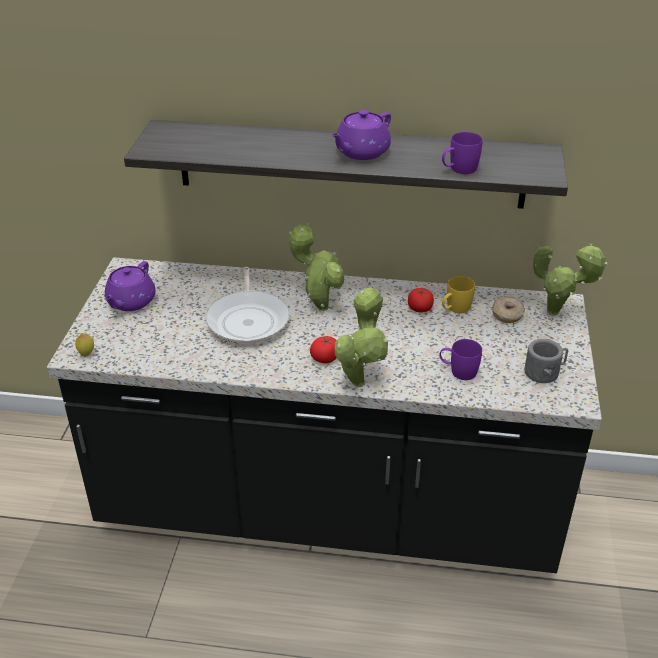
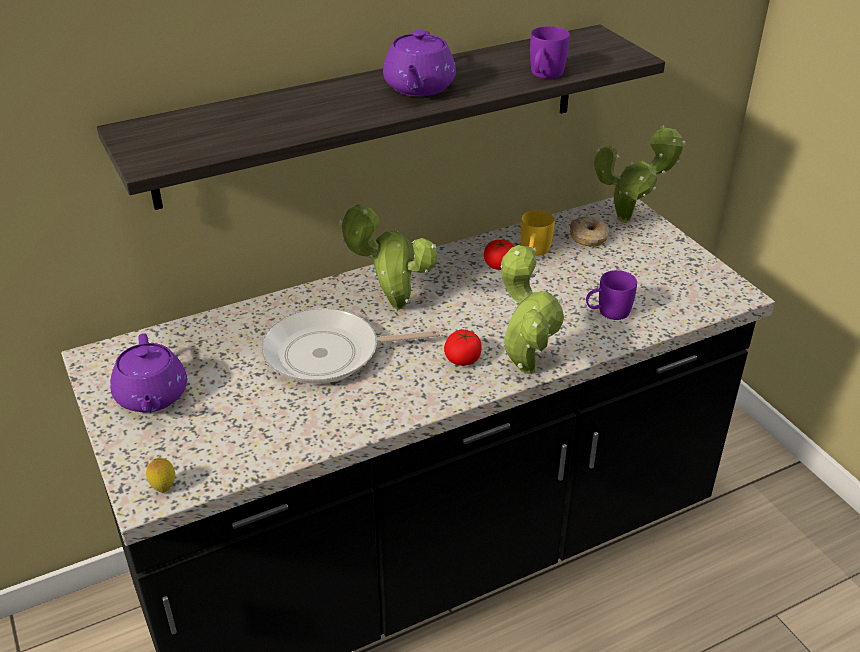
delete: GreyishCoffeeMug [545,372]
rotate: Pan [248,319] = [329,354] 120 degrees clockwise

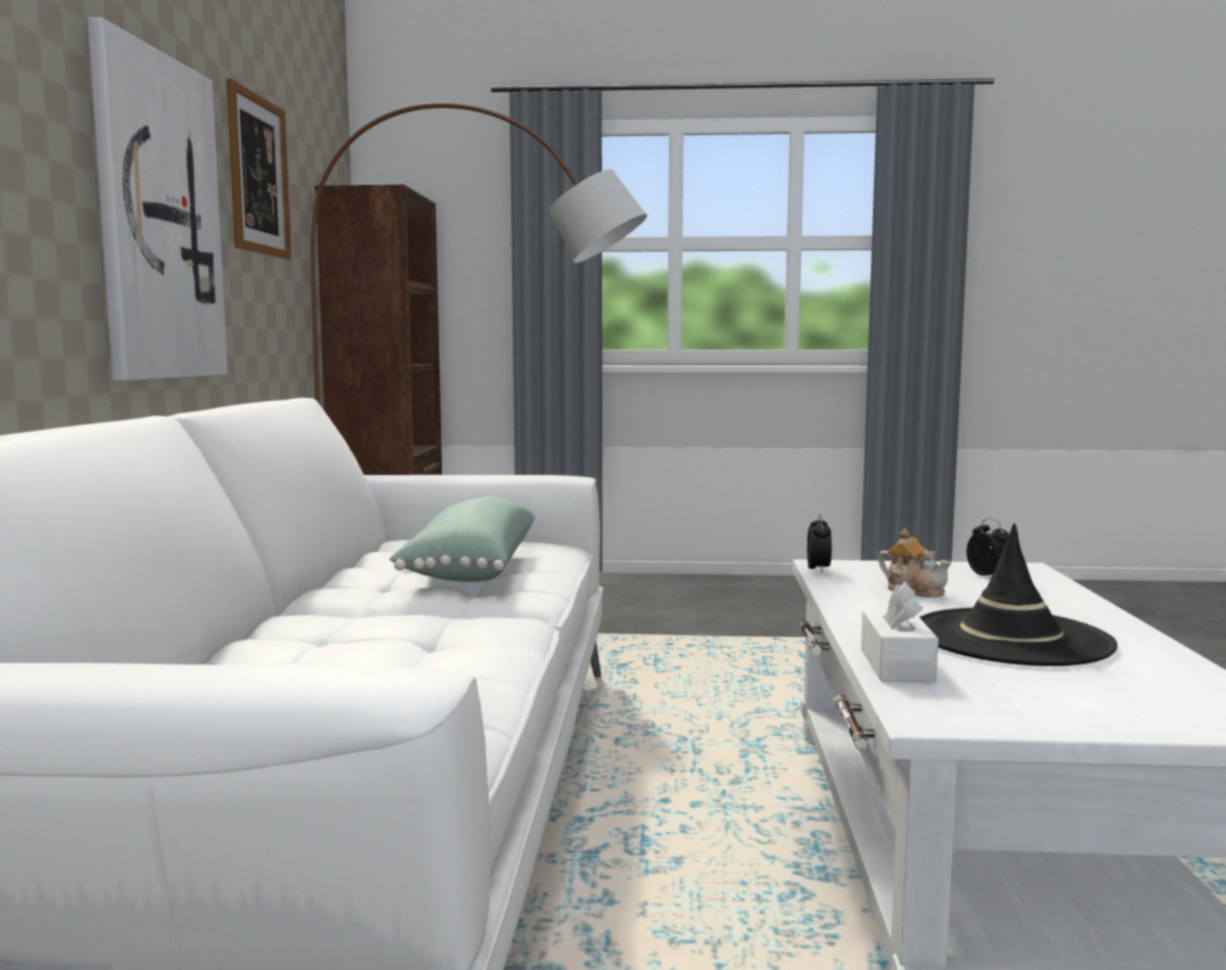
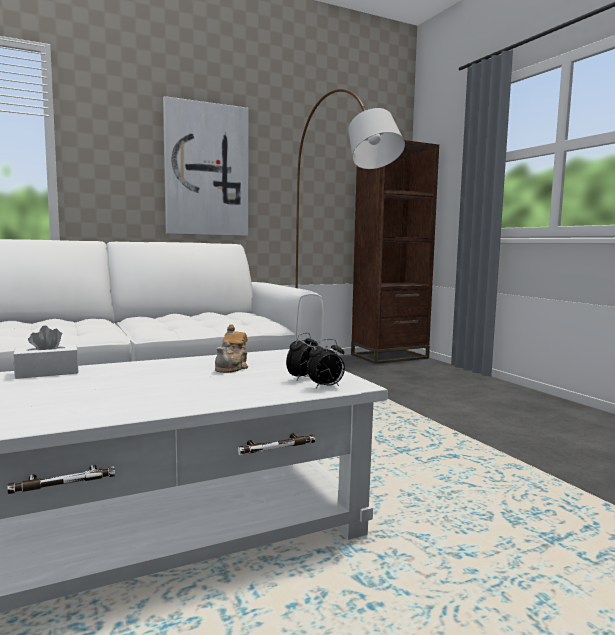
delete: WallArt [258,175]; GreenColouredCushion [468,569]; BlackClothingHat [1011,638]
move: BedsideClock [818,570] to [326,387]

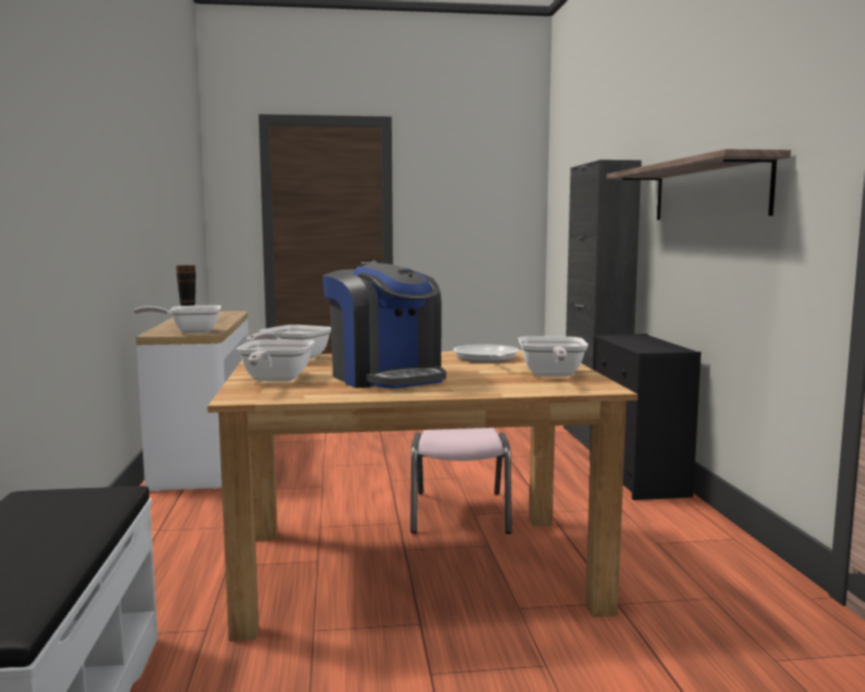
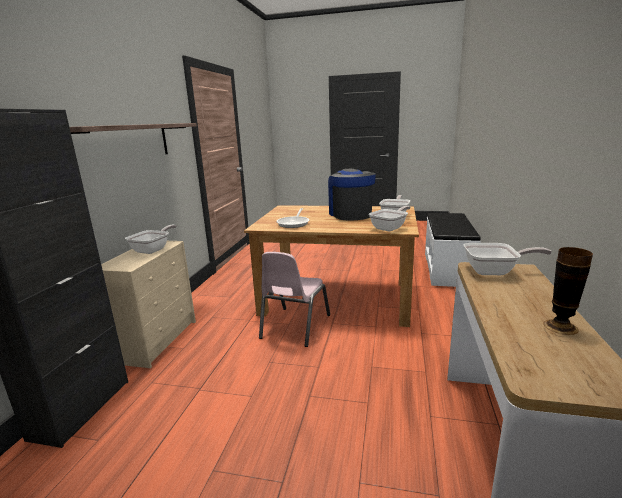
move: Pan [551,376] to [153,249]
recolor: BlackDrawerChest [638,478] to SandColouredDrawerChest [158,340]

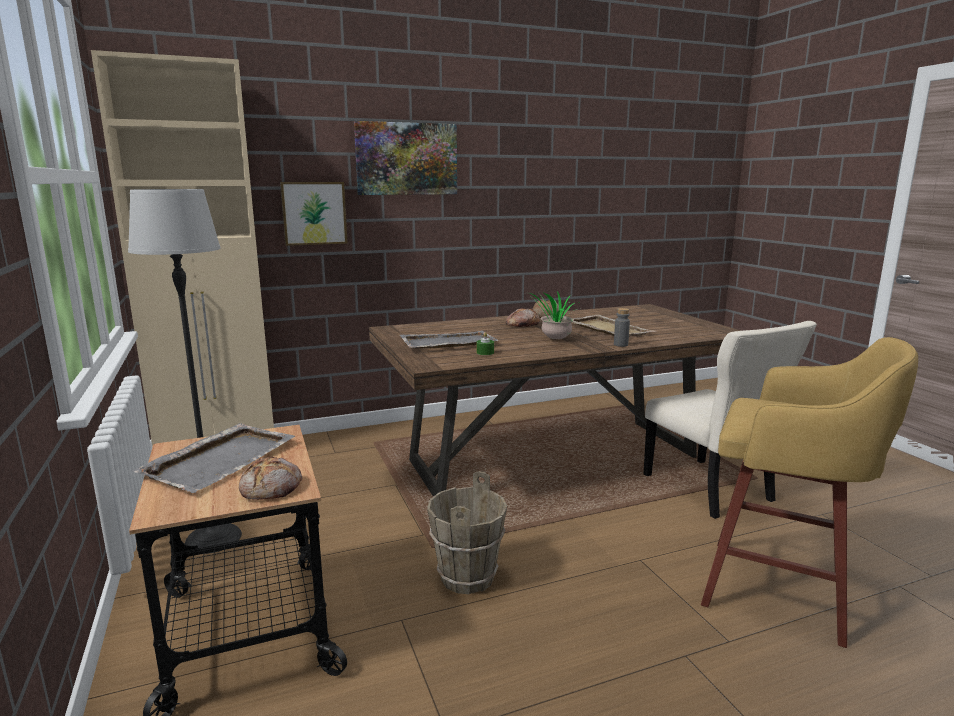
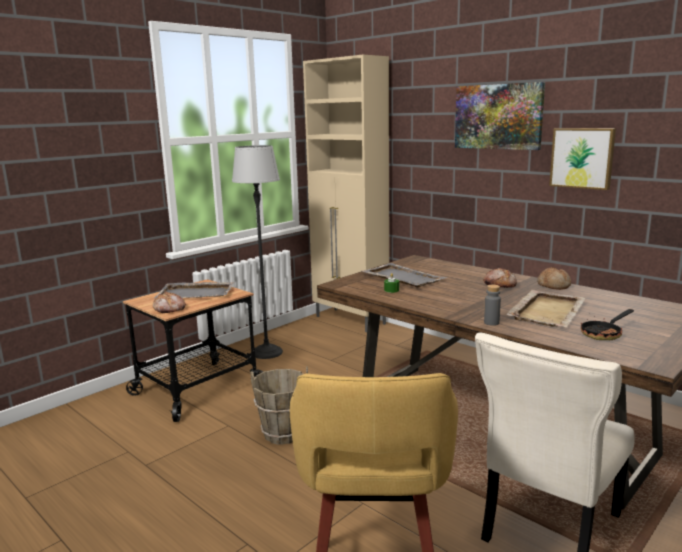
delete: Houseplant [554,340]
insert: Pan [604,334]
move: WallArt [314,213] to [582,158]

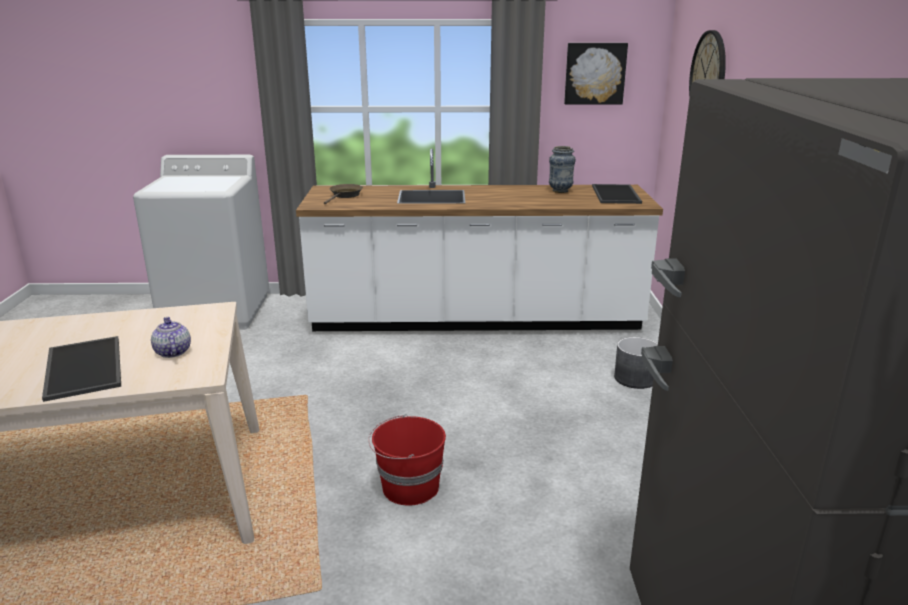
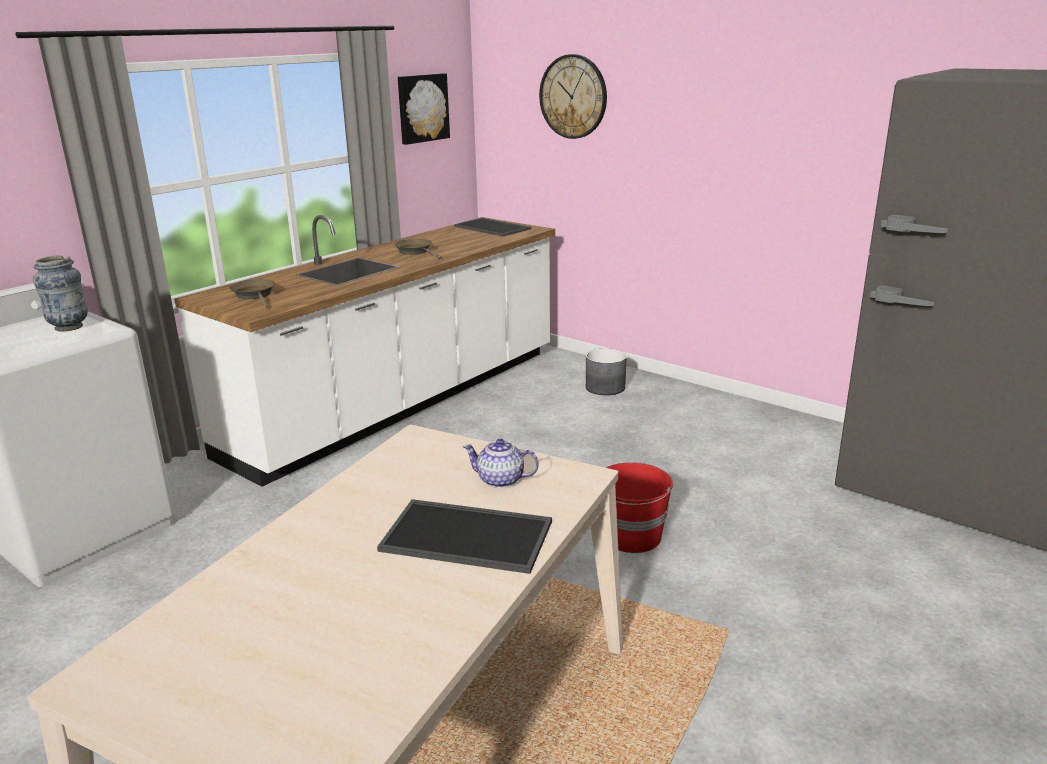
insert: BrownColouredPan [416,251]
move: FlowerVase [560,191] to [69,327]

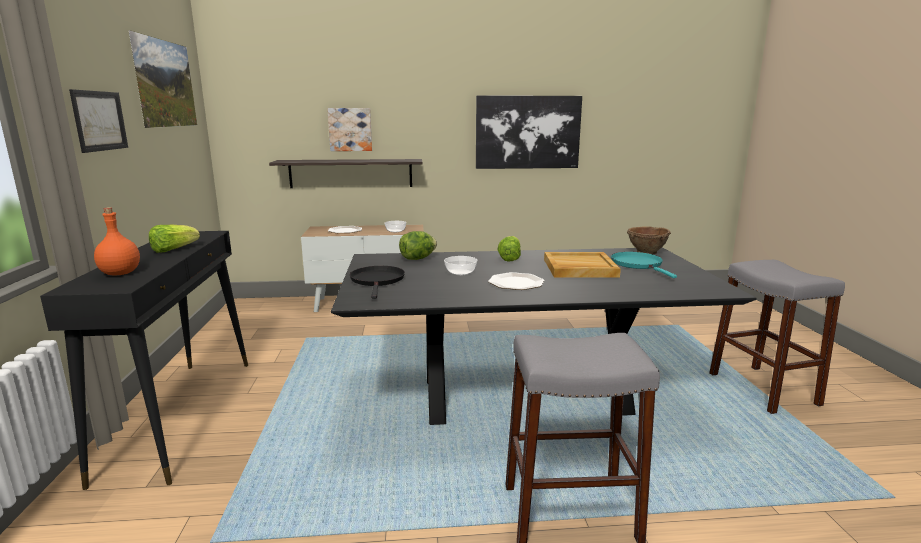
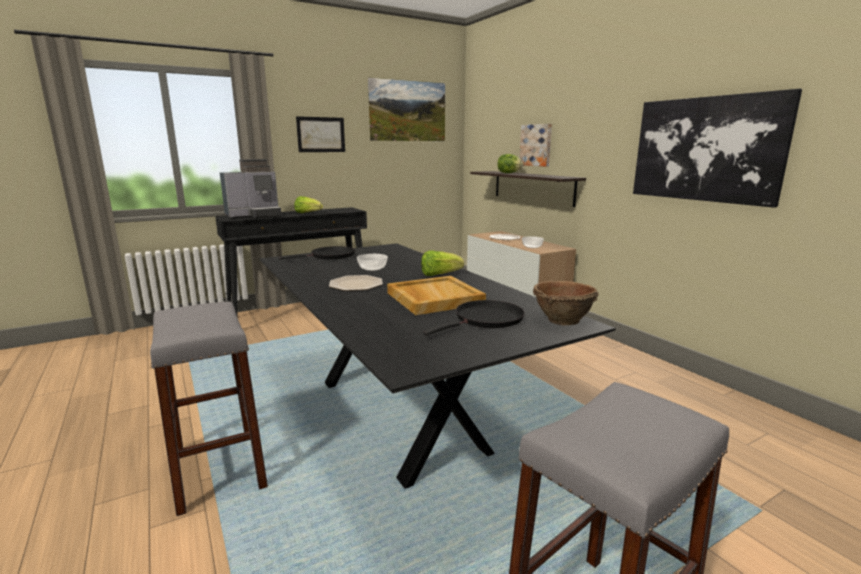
move: HeadOfLettuce [418,258] to [508,173]
replace: OrangeBottle [120,273] to CoffeeMachine [254,216]
recolor: BlueGreenPan [638,264] to BlackPan [485,320]

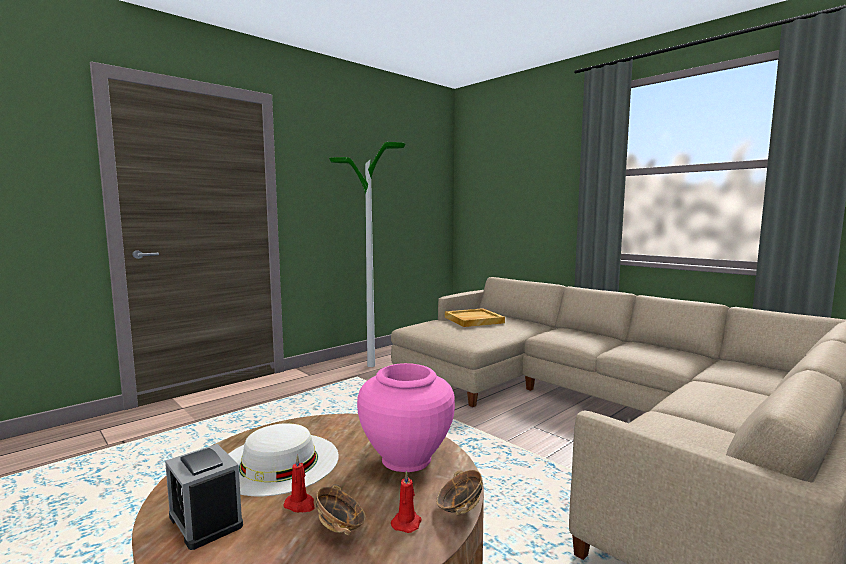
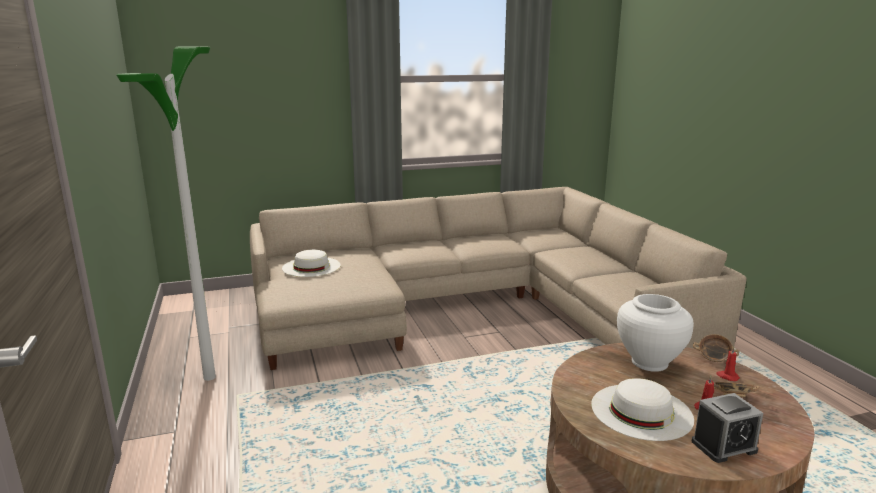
replace: SandColouredCarryingTray [473,320] to WhiteColouredClothingHat [311,266]
recolor: PinkFlowerVase [406,459] to WhiteColouredFlowerVase [649,362]

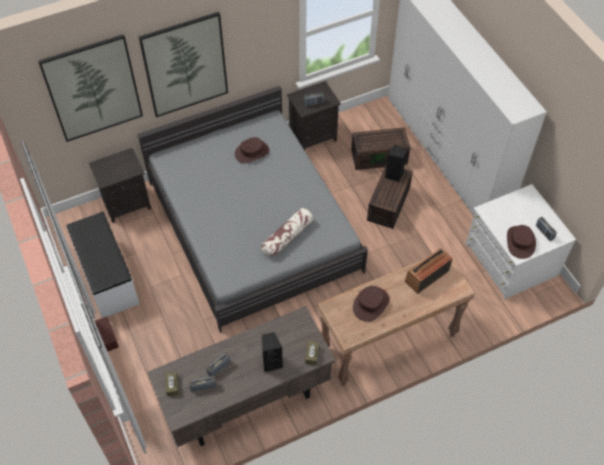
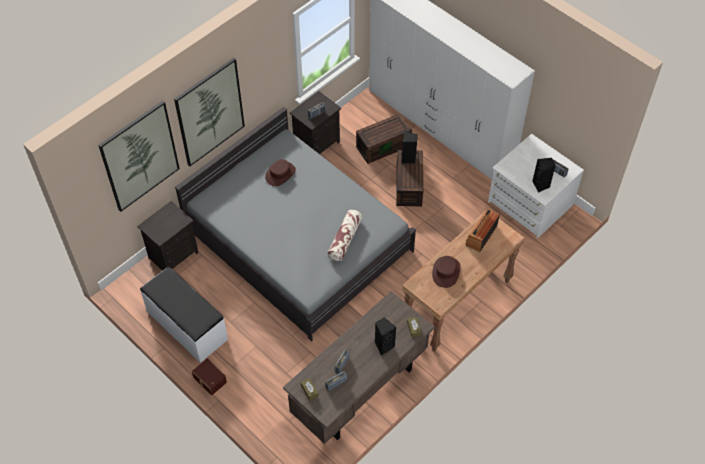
replace: BrownColouredClothingHat [520,242] to BlackSpeaker [541,185]

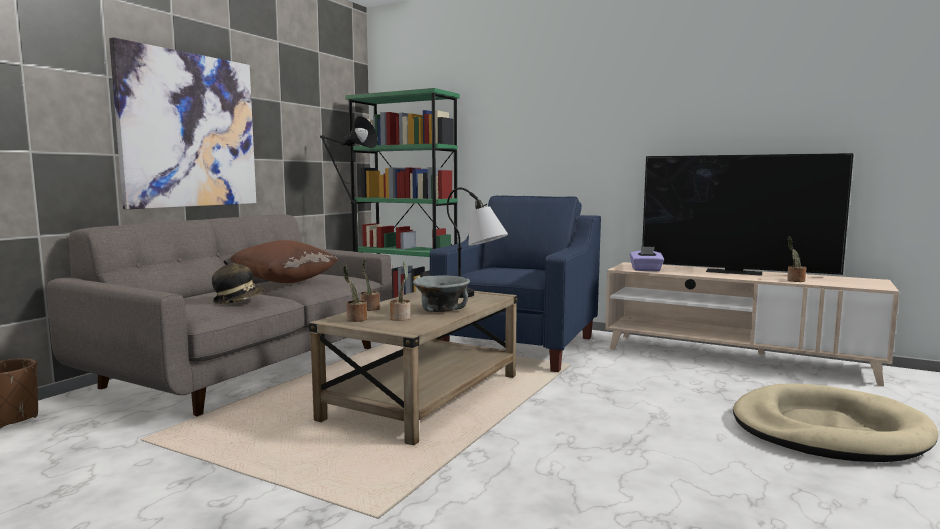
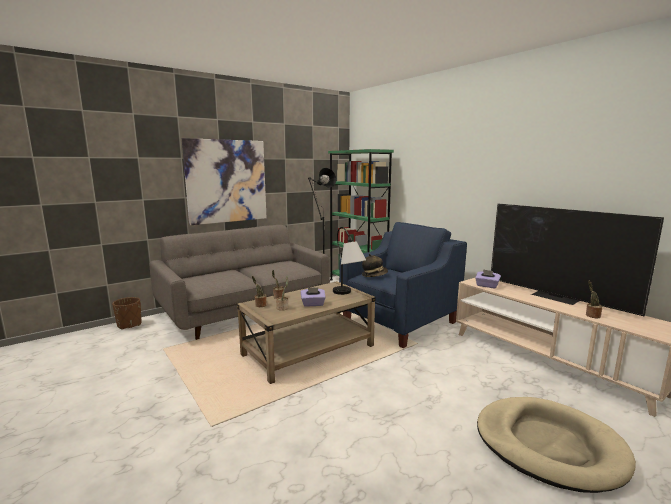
delete: BrownColouredCushion [284,282]
move: ClothingHat [238,301] to [374,275]
replace: GreyishDeepDish [441,310] to PurpleBoxOfTissues [313,304]

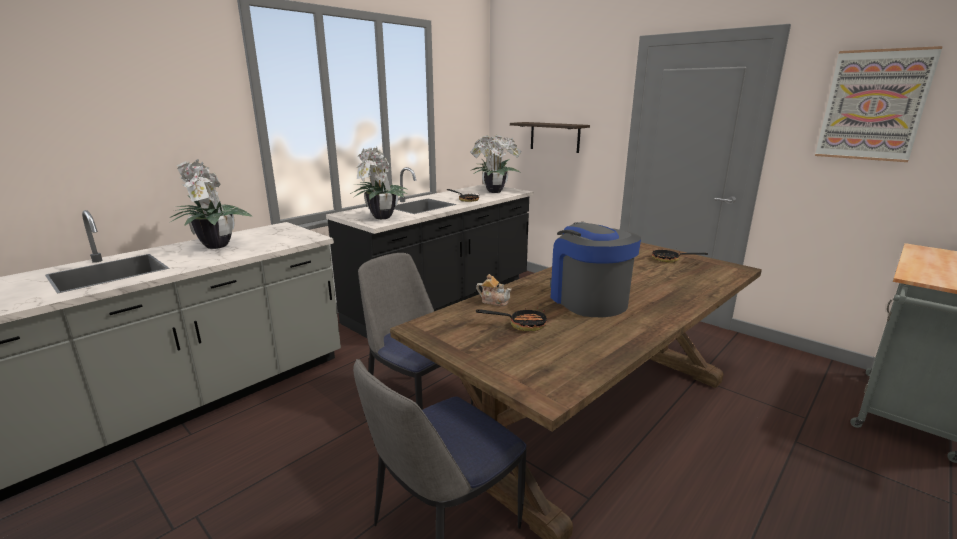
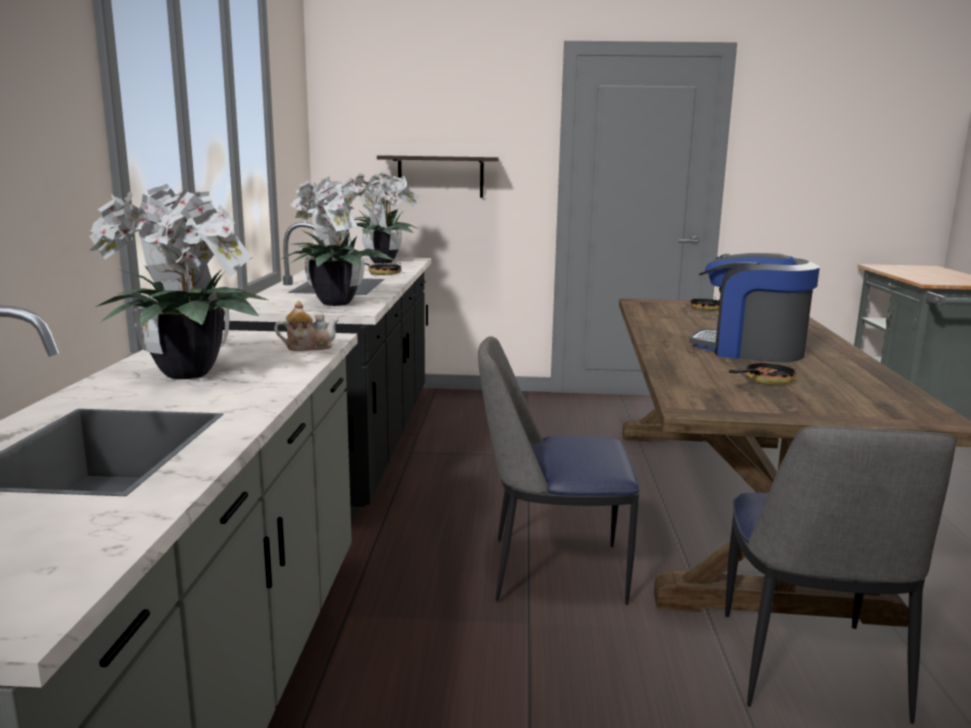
delete: WallArt [873,105]
move: PotForTea [494,301] to [308,347]

